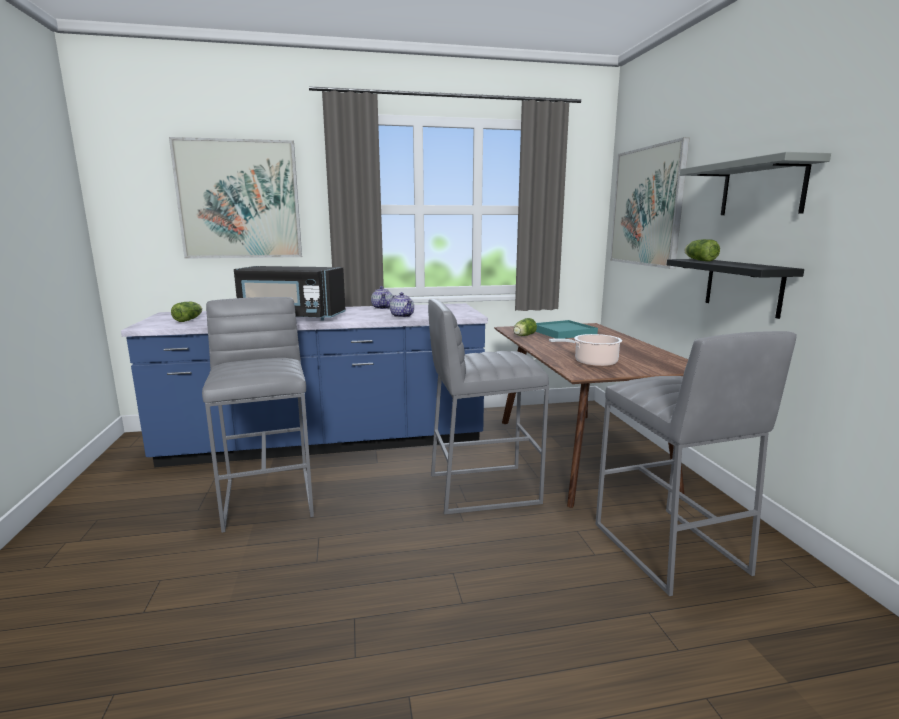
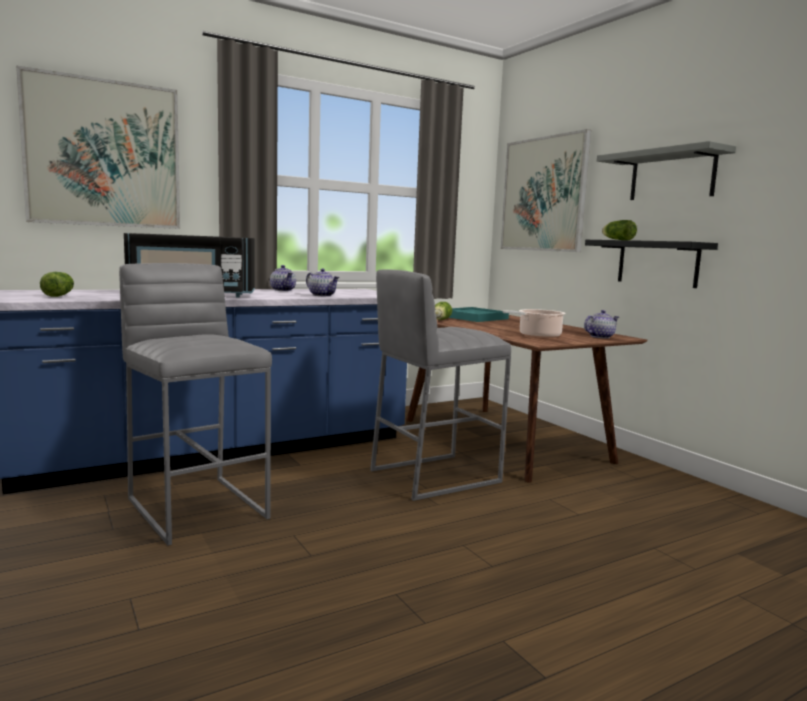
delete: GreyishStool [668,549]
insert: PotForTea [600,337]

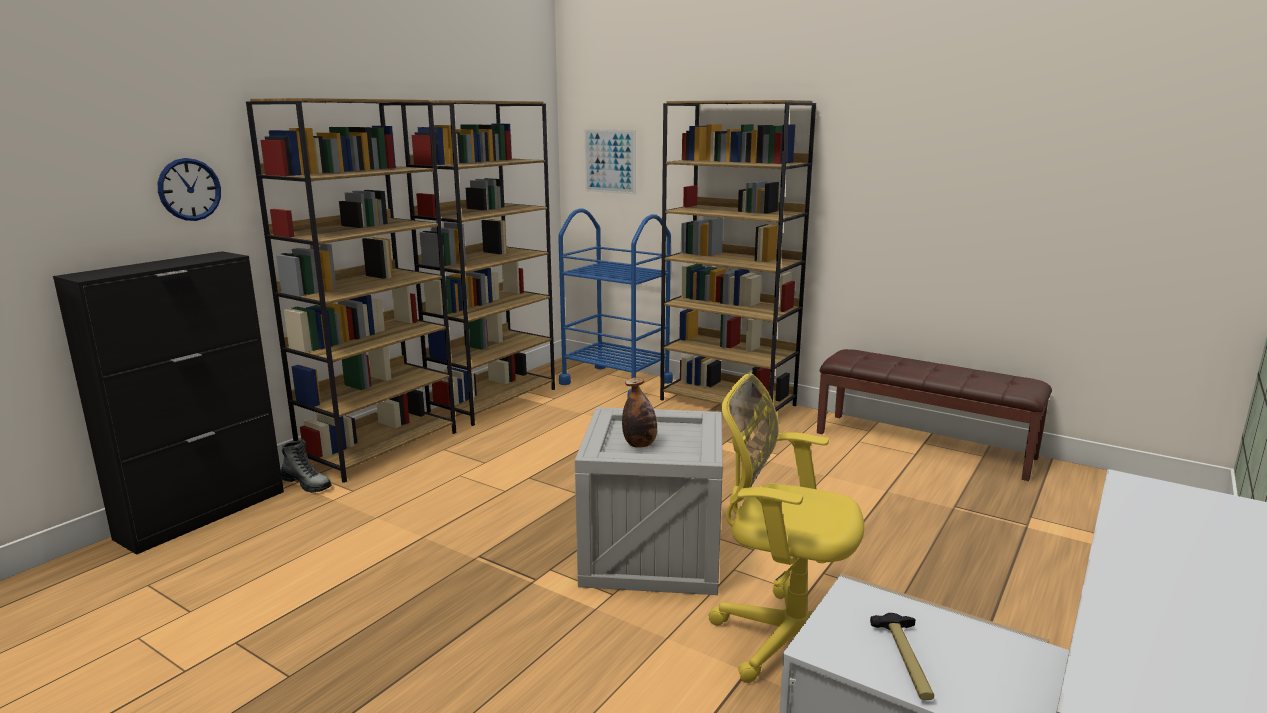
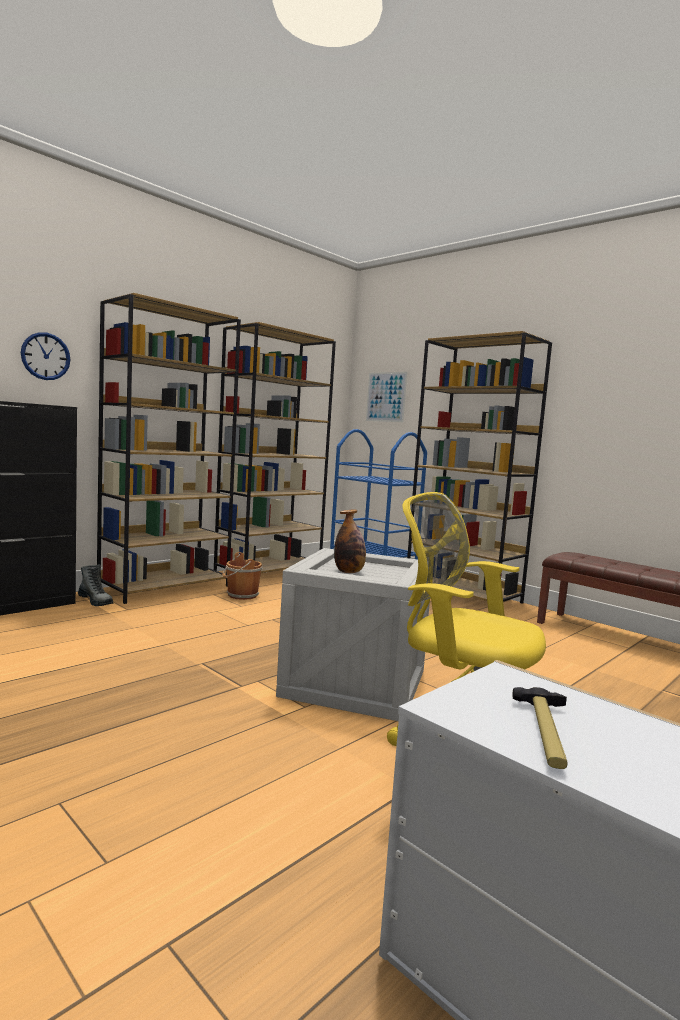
insert: BrownColouredPail [241,595]

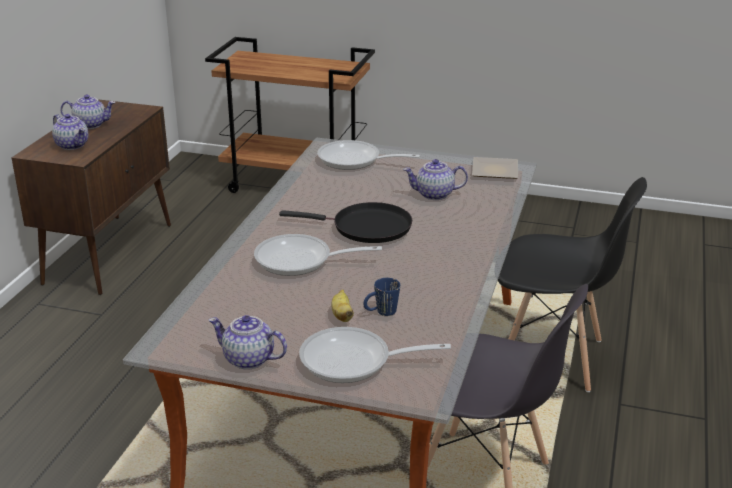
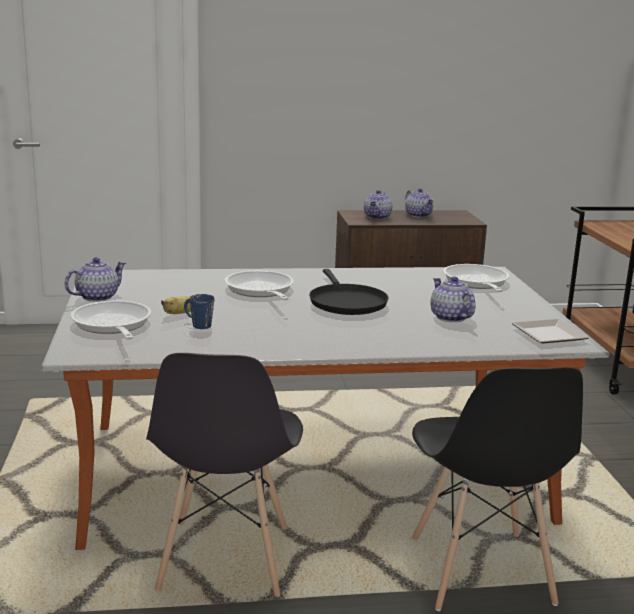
rotate: PotForTea [248,359] = [97,297] 45 degrees clockwise

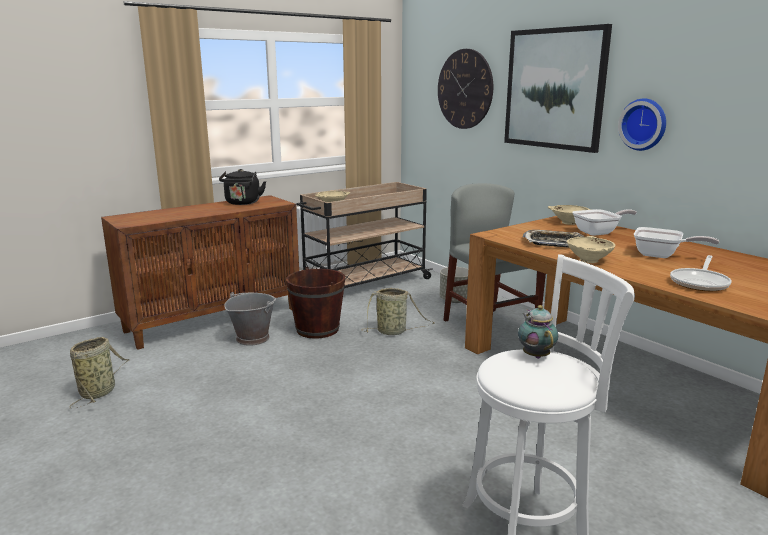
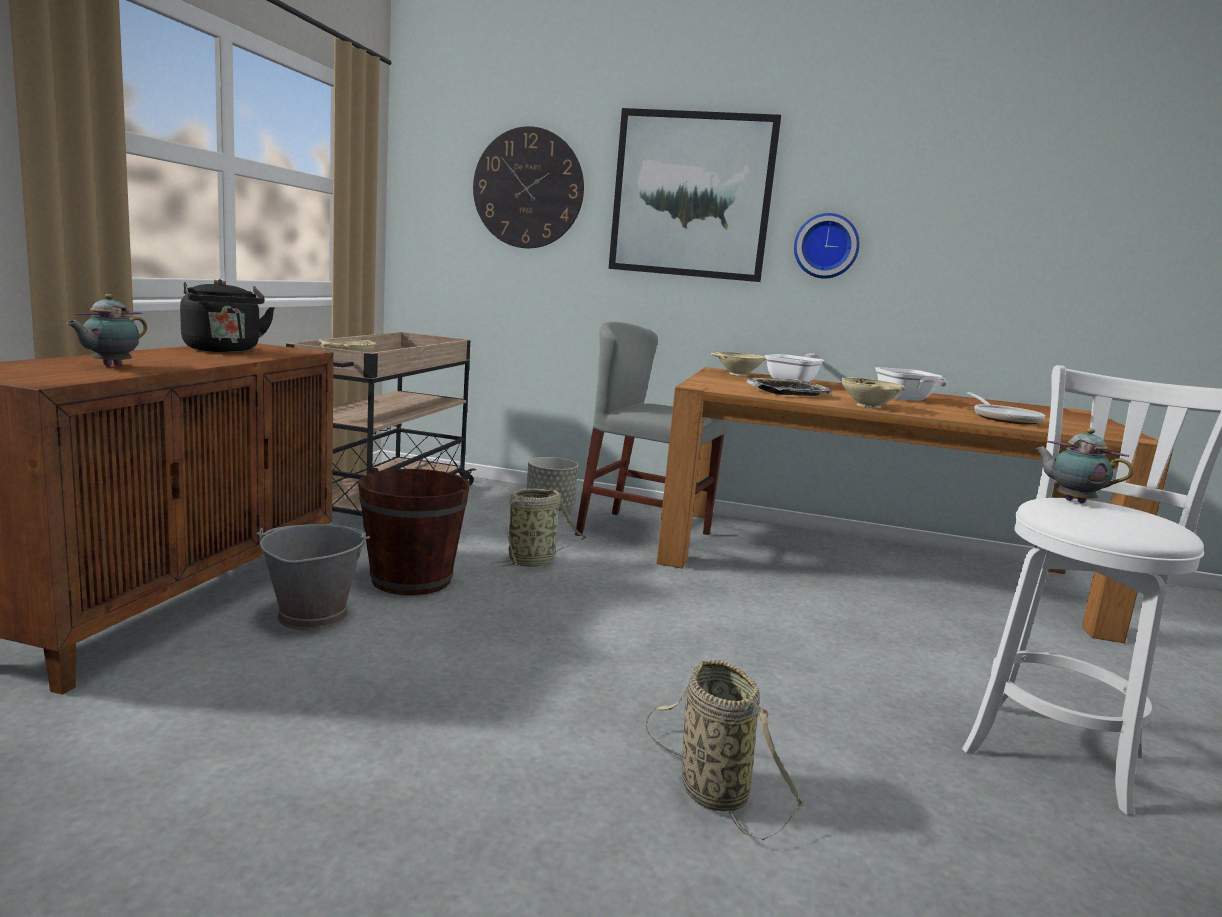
insert: PotForTea [109,365]
move: StorageBasket [99,391] to [709,789]
rotate: Pan [661,255] = [906,399] 90 degrees clockwise

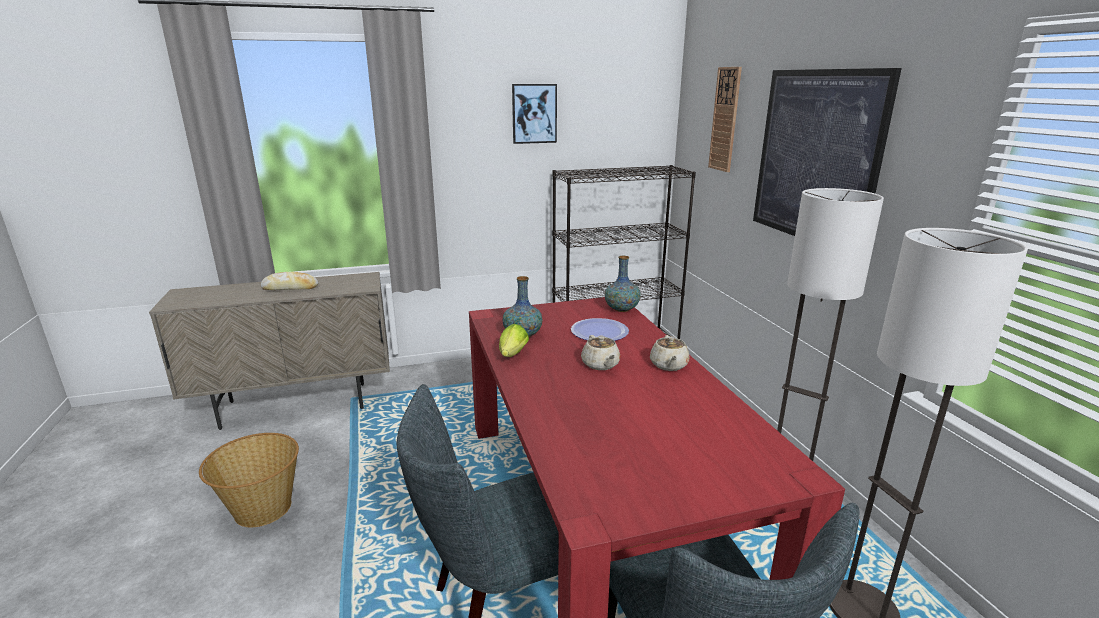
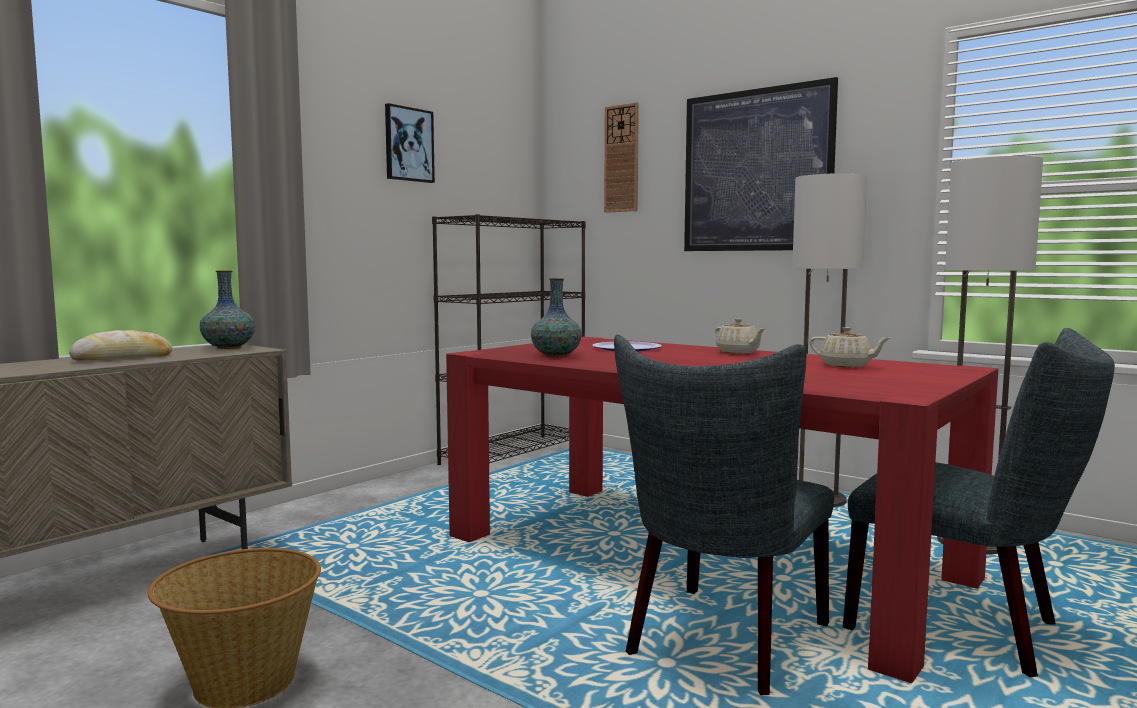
delete: HeadOfLettuce [512,356]
move: FlowerVase [622,309] to [229,347]; SandColouredPotForTea [600,365] to [846,366]

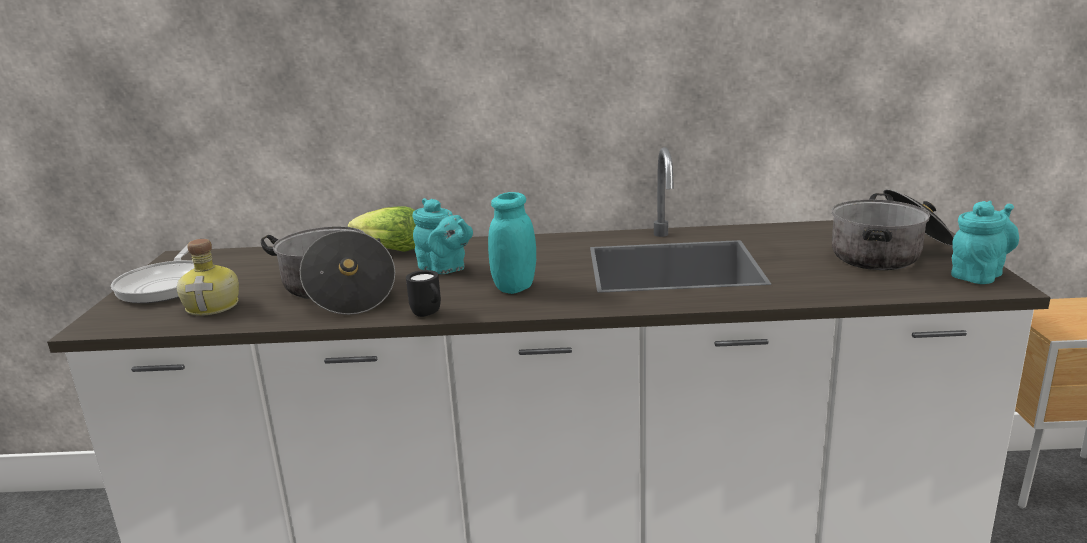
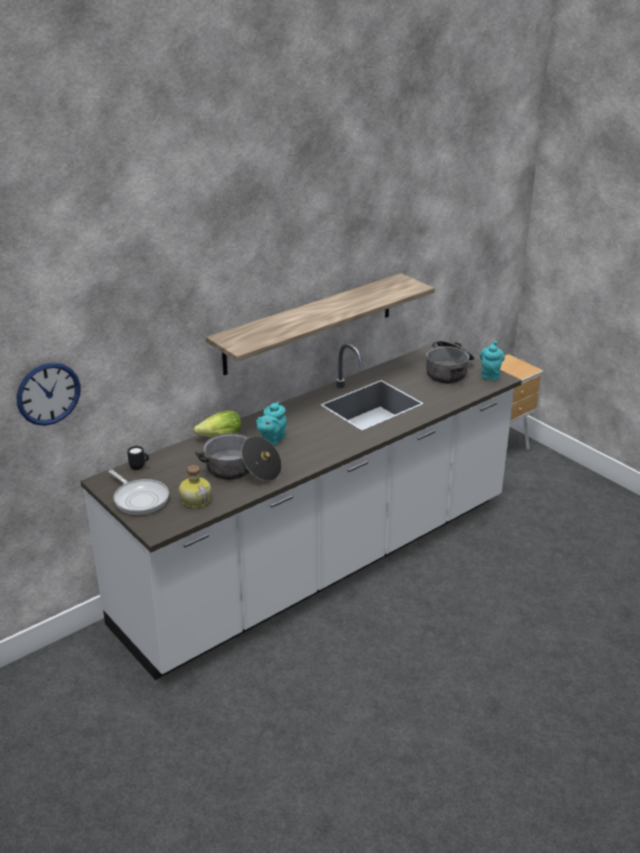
delete: BlueGreenJar [515,287]
insert: Shelf [310,323]; WallClock [48,393]
move: BlackCoffeeMug [428,314] to [139,467]
rotate: BlueGreenPotForTea [444,269] = [271,440] 120 degrees clockwise

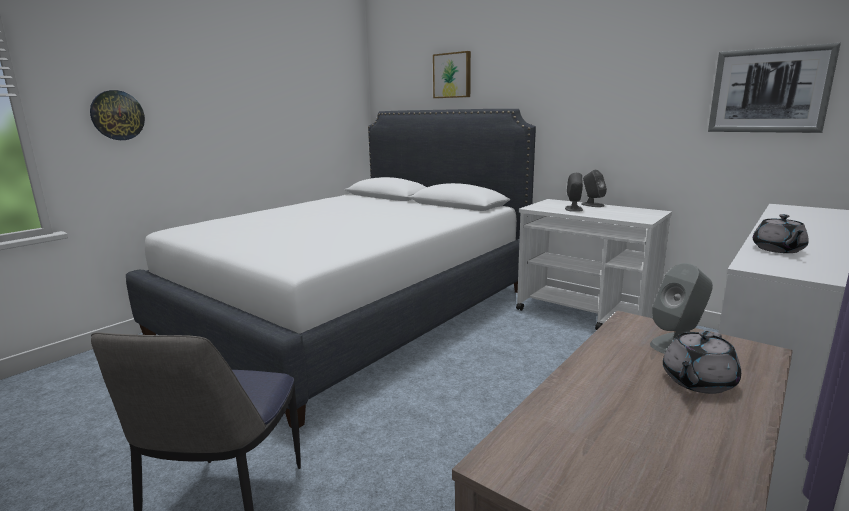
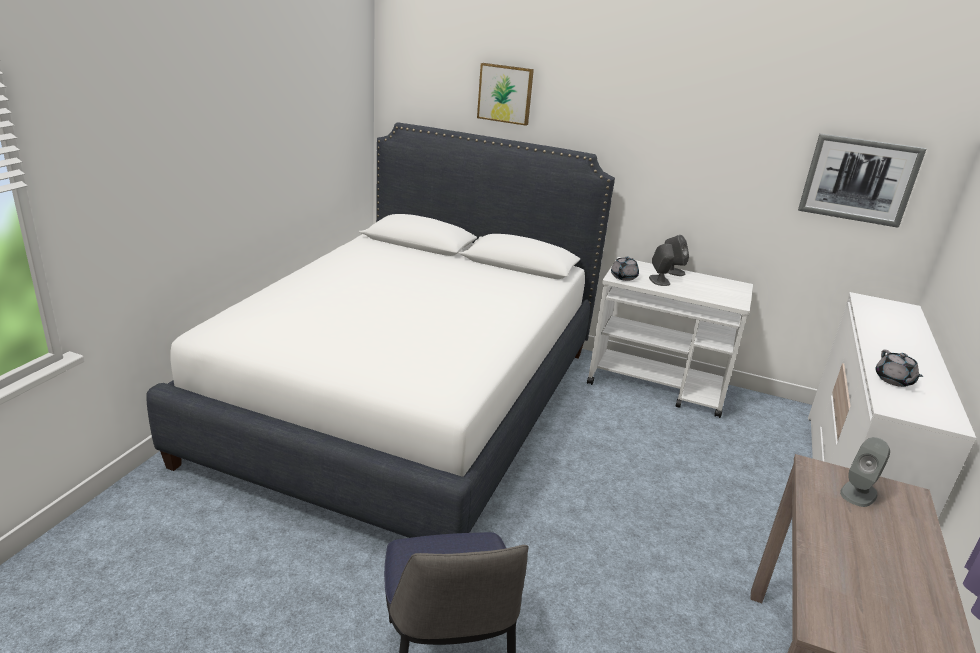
delete: WallClock [117,115]
move: GreyishPotForTea [697,382] to [623,277]

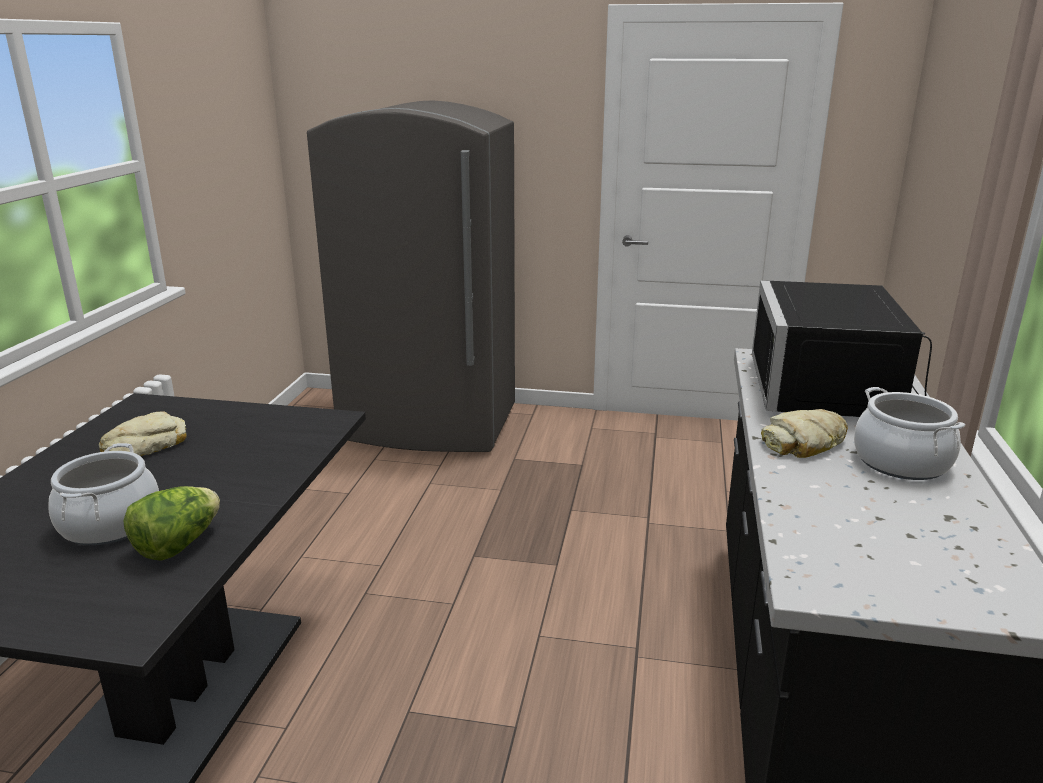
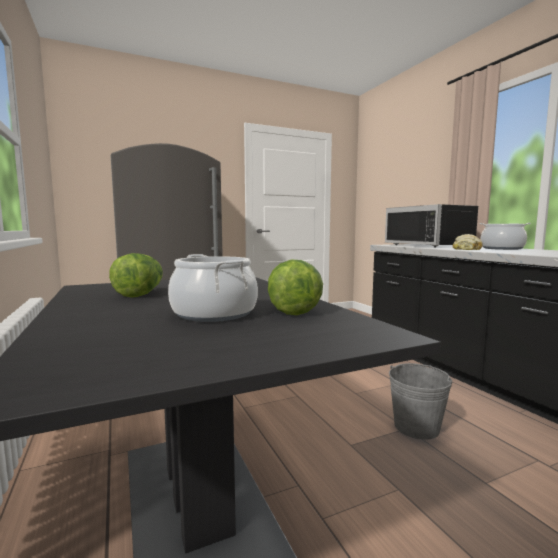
insert: GreyishPail [416,427]
replace: BakedBread [145,446] to HeadOfLettuce [141,294]

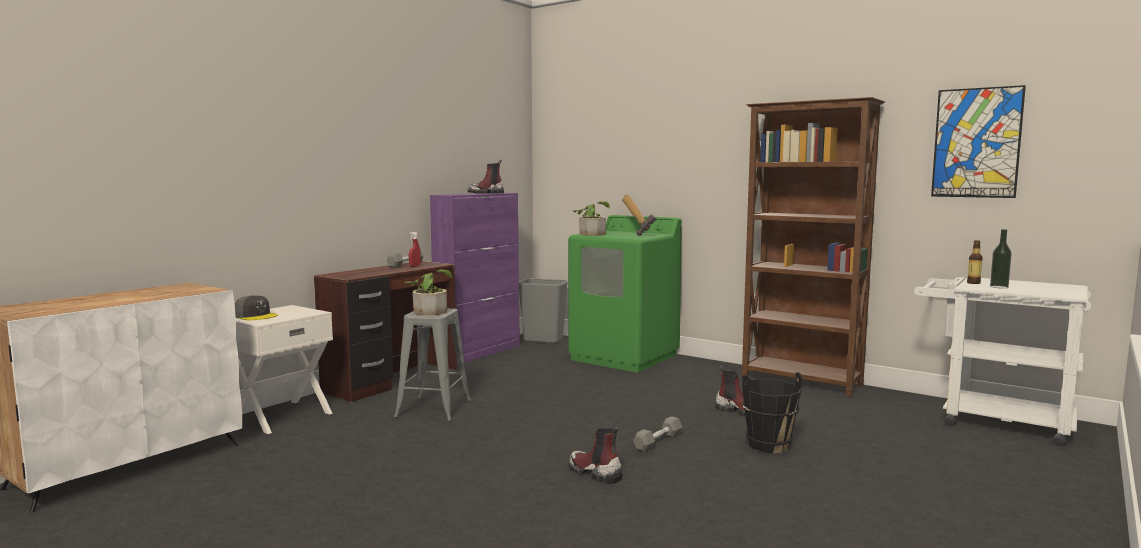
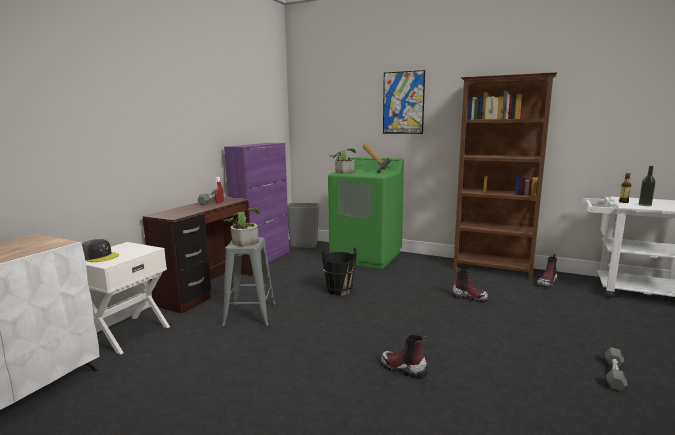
move: WallArt [976,143] to [403,103]; Boot [486,193] to [547,283]; BlackPail [768,445] to [339,290]; GreyishHandWeight [658,441] to [614,375]

